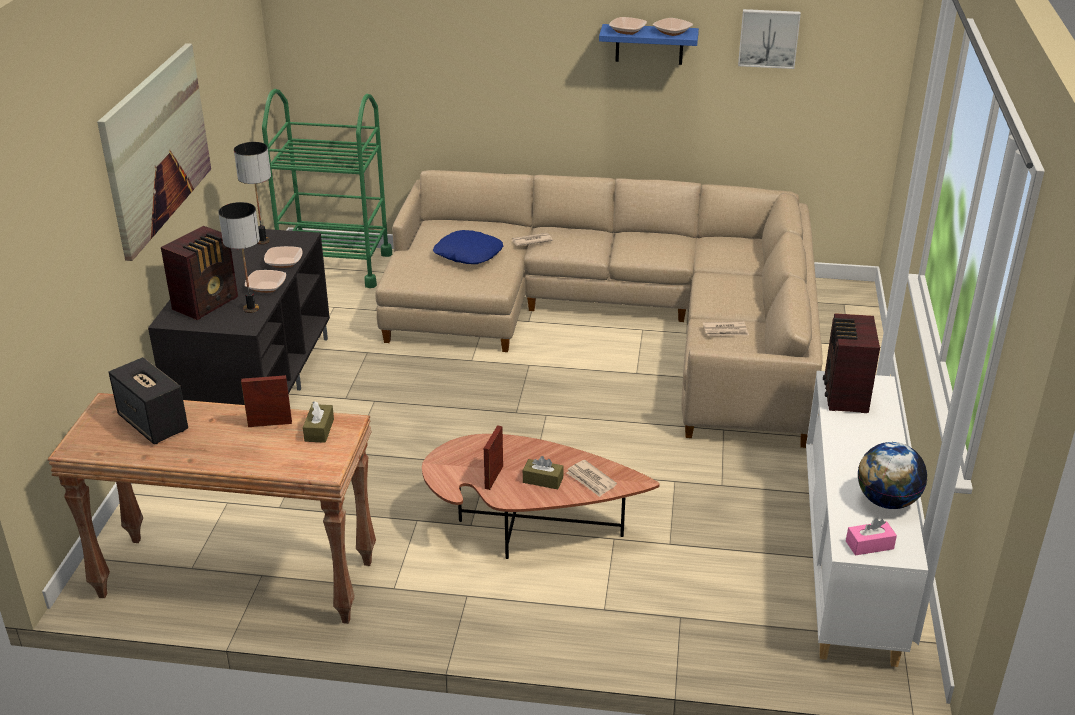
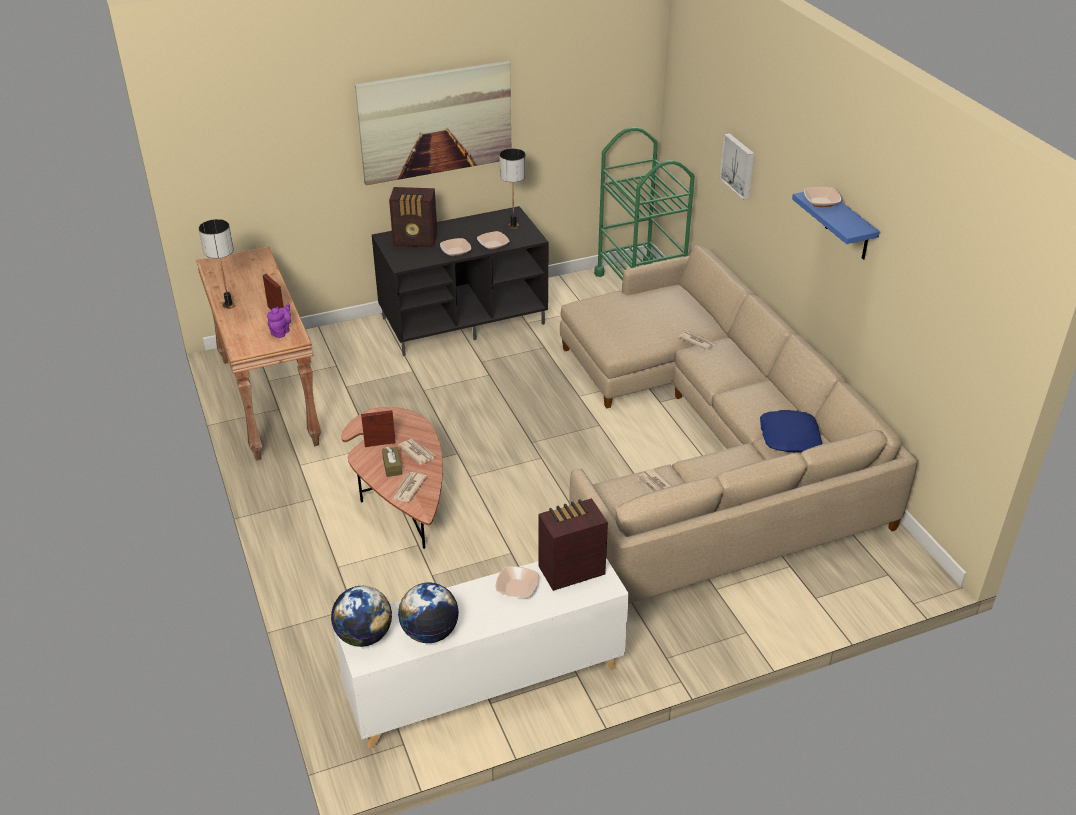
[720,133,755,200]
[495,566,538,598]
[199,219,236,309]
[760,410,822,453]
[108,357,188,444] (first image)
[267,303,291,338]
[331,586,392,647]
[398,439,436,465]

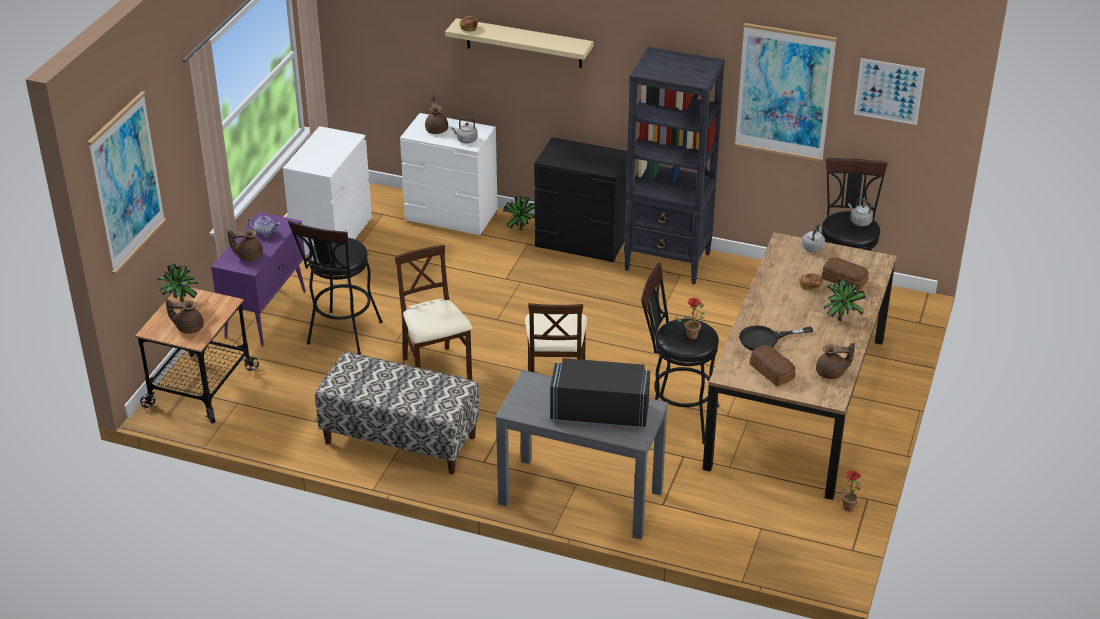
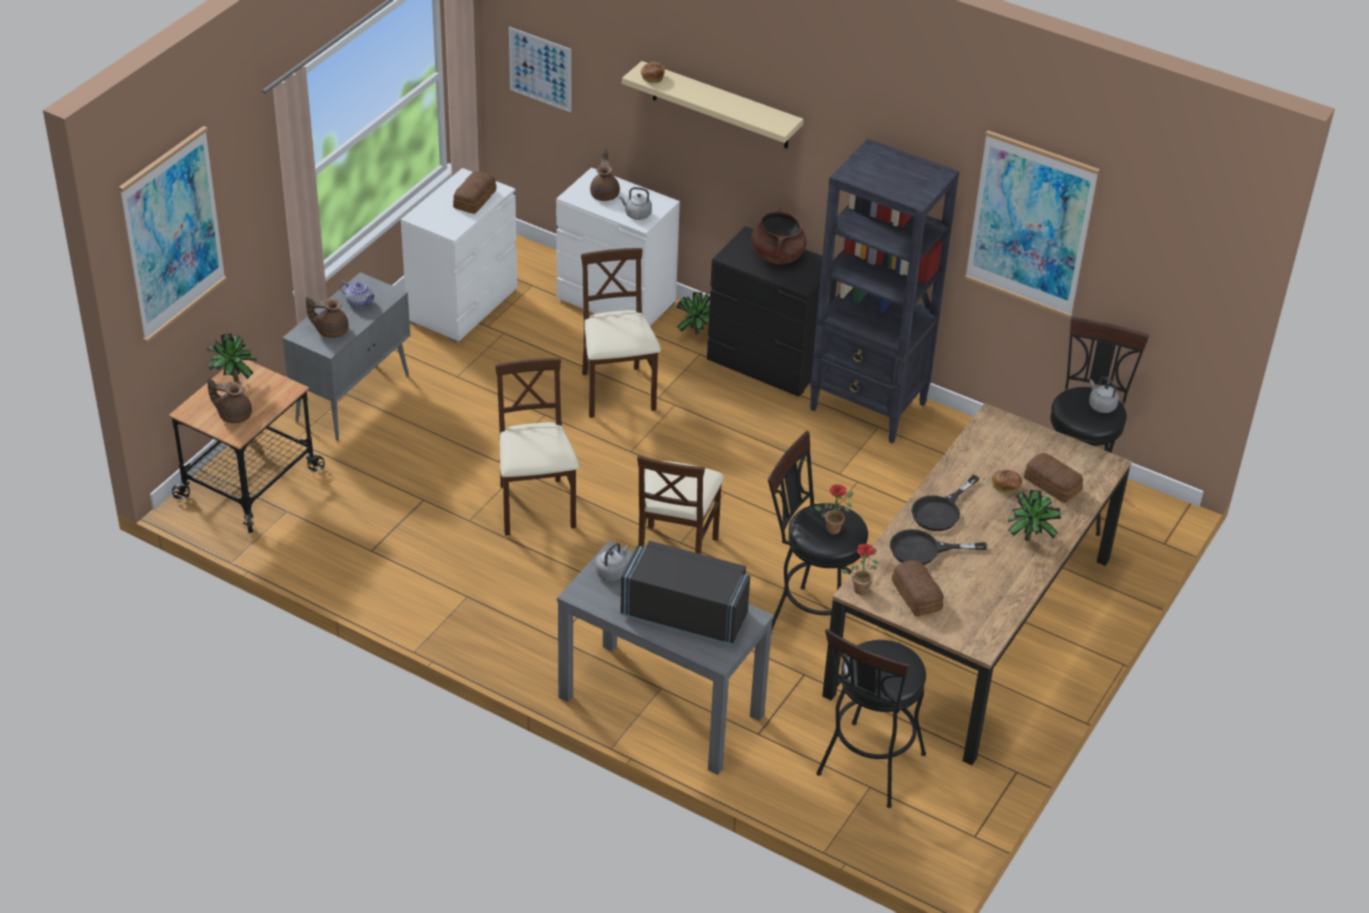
[509,27,571,112]
[282,272,410,441]
[816,629,926,808]
[595,543,629,581]
[816,343,855,379] (first image)
[315,352,479,474] (first image)
[842,544,878,595]
[453,172,497,214]
[751,207,807,264]
[581,248,661,418]
[911,475,980,531]

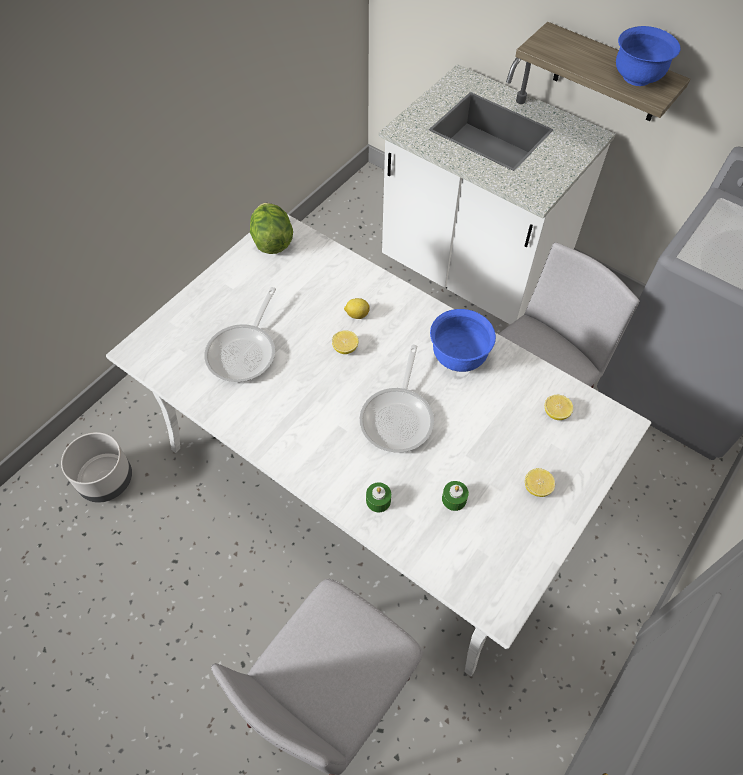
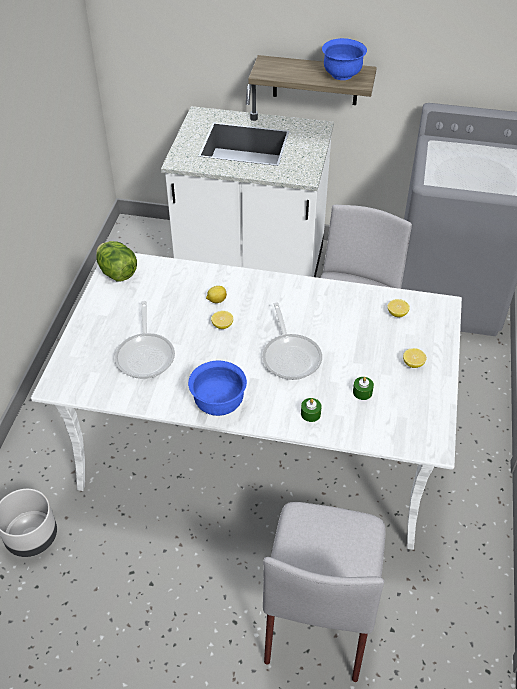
[188,361,247,416]

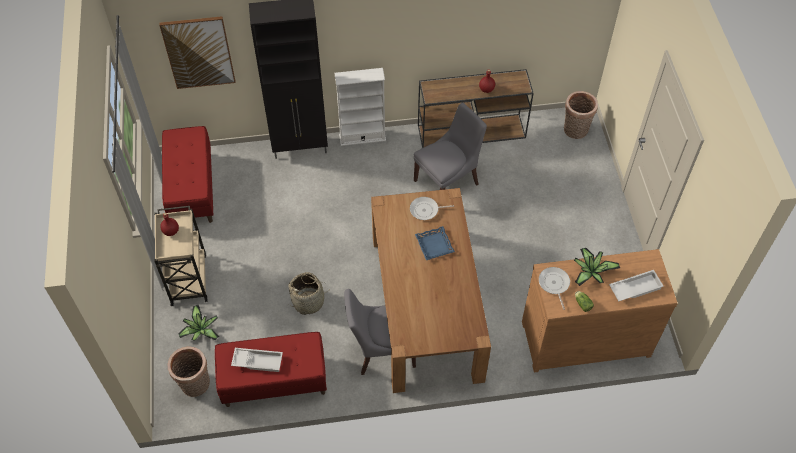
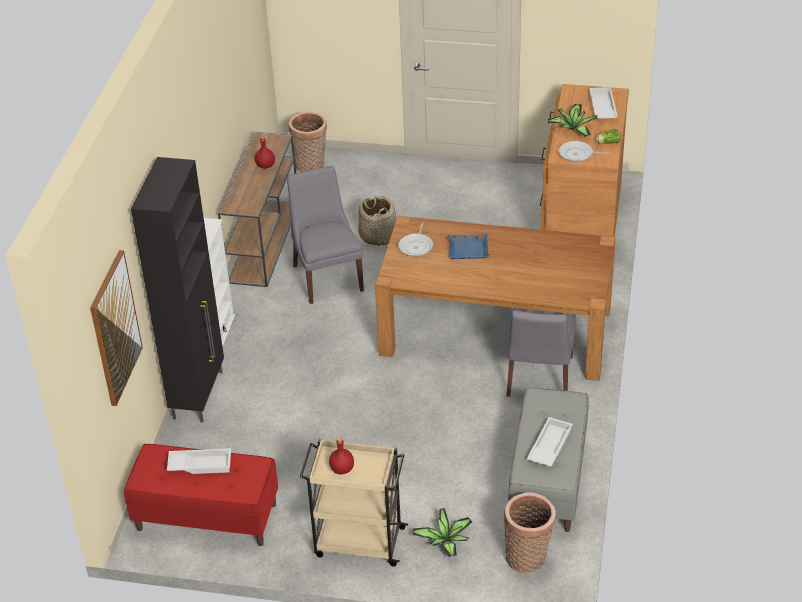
[358,196,396,246]
[508,387,589,532]
[167,448,231,474]

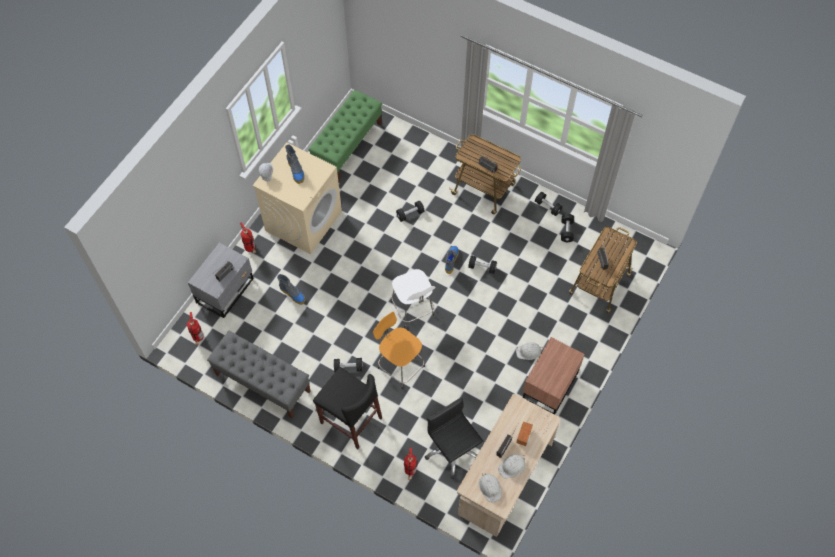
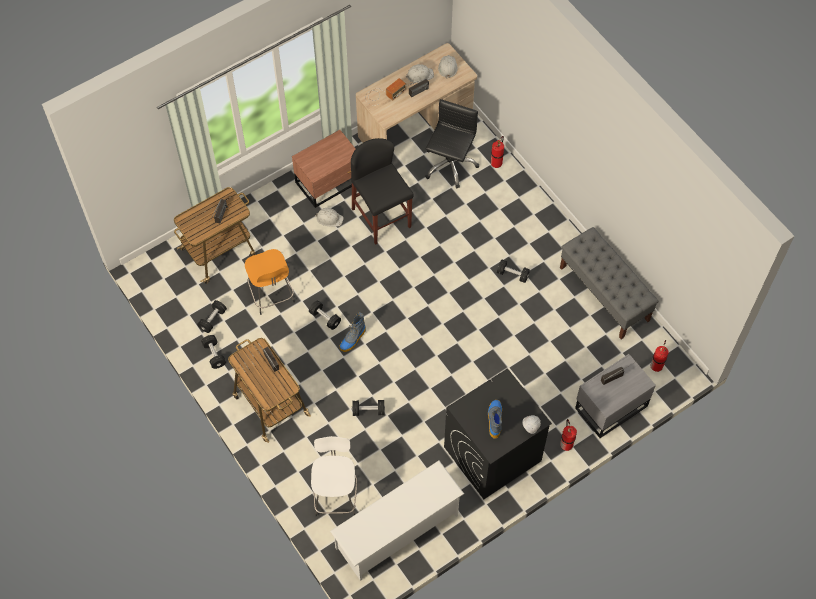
[330,461,464,581]
[444,368,552,499]
[311,436,357,517]
[277,274,305,305] (first image)
[245,249,295,315]
[351,138,414,245]
[425,99,479,189]

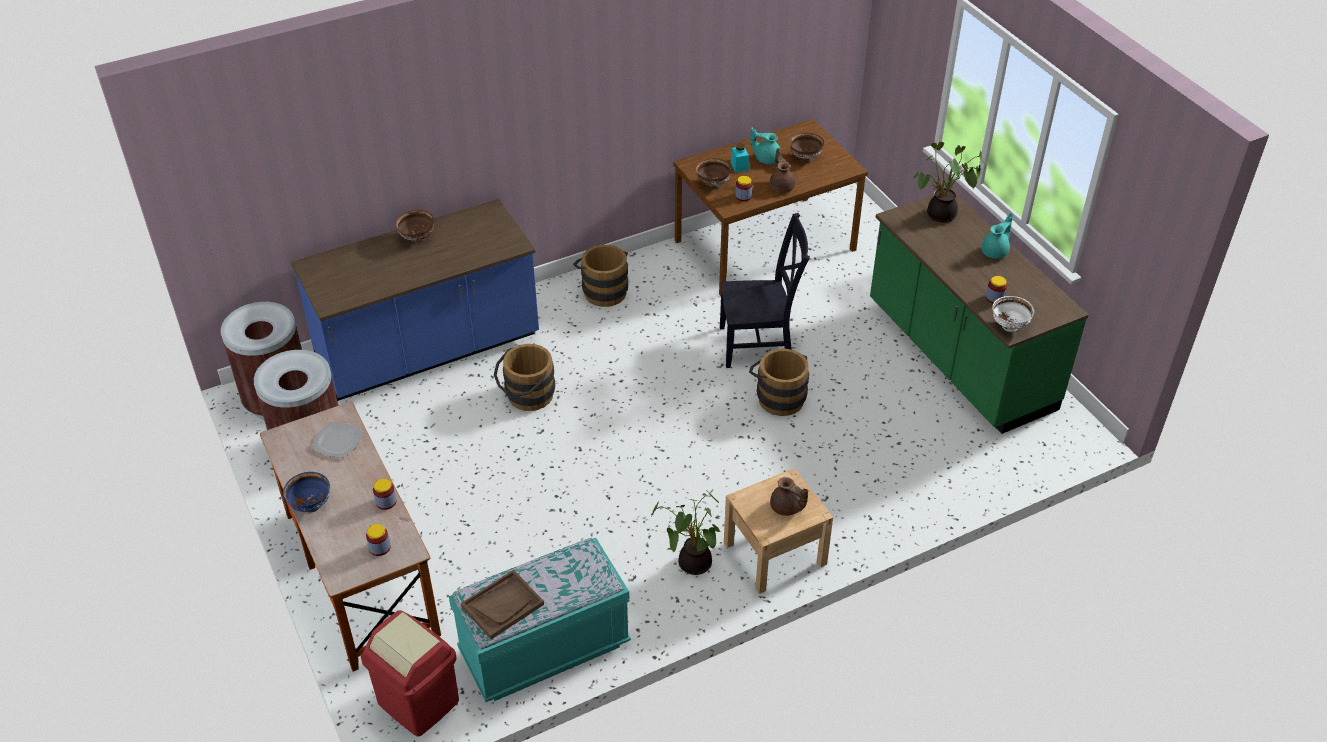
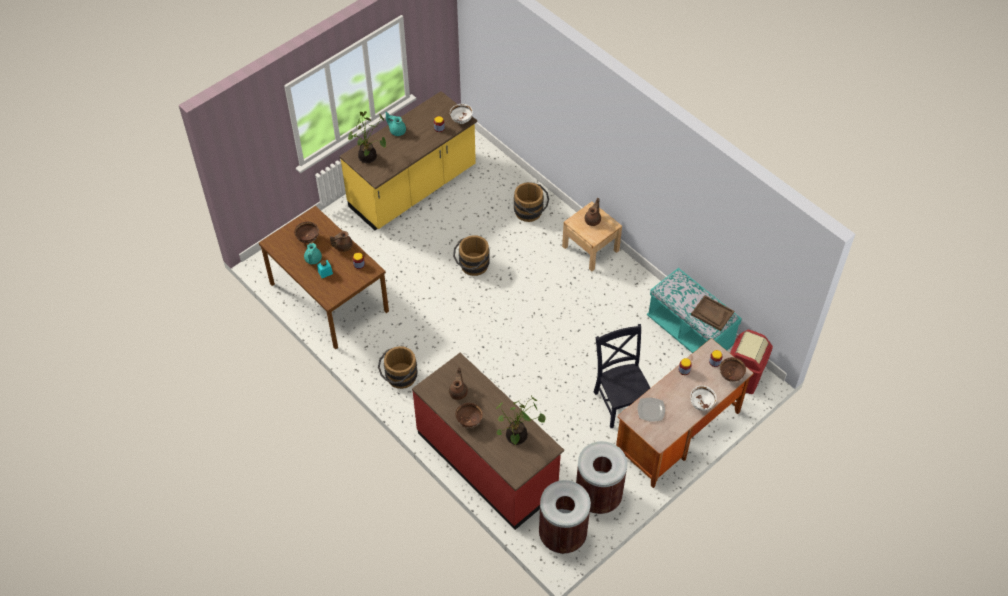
[720,357,746,382]
[340,91,477,230]
[412,353,564,530]
[594,324,650,428]
[514,182,549,222]
[690,386,717,411]
[496,396,546,445]
[449,367,468,400]

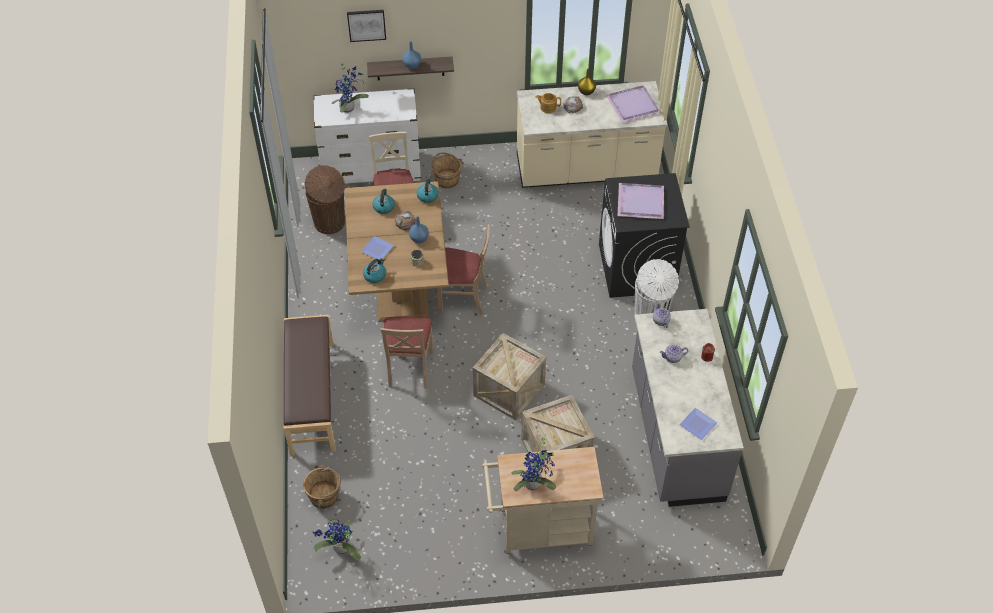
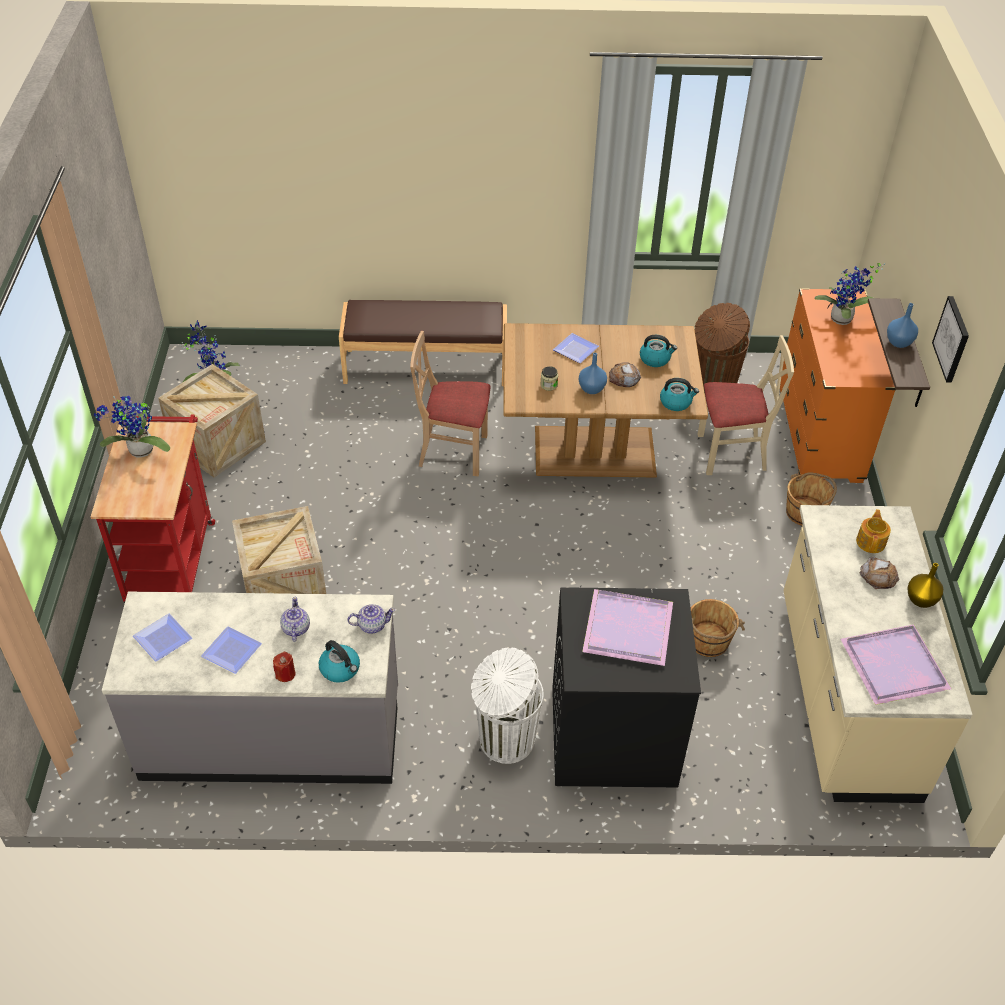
[932,296,969,383]
[780,288,896,483]
[437,224,490,315] (first image)
[319,640,360,683]
[158,364,266,477]
[91,414,215,603]
[691,599,745,657]
[201,627,262,674]

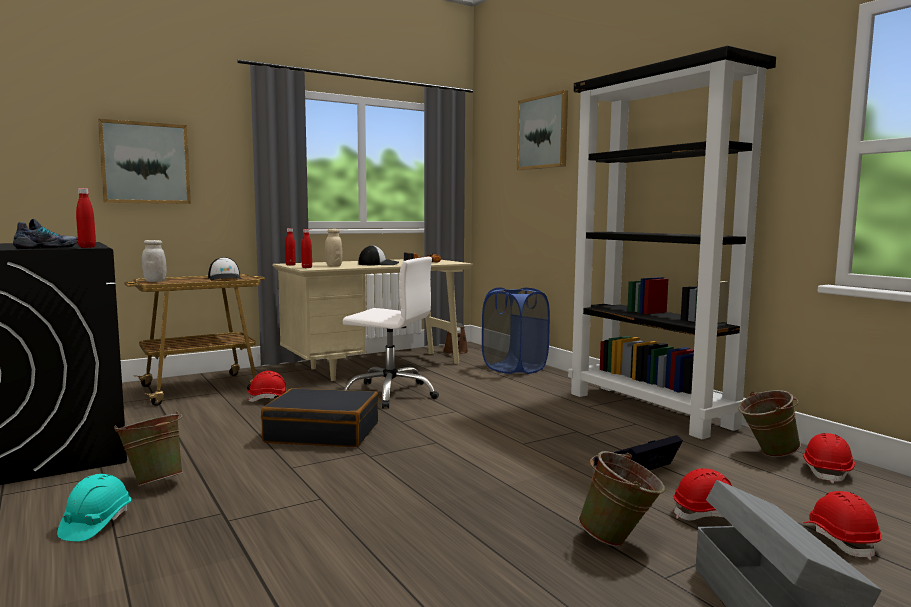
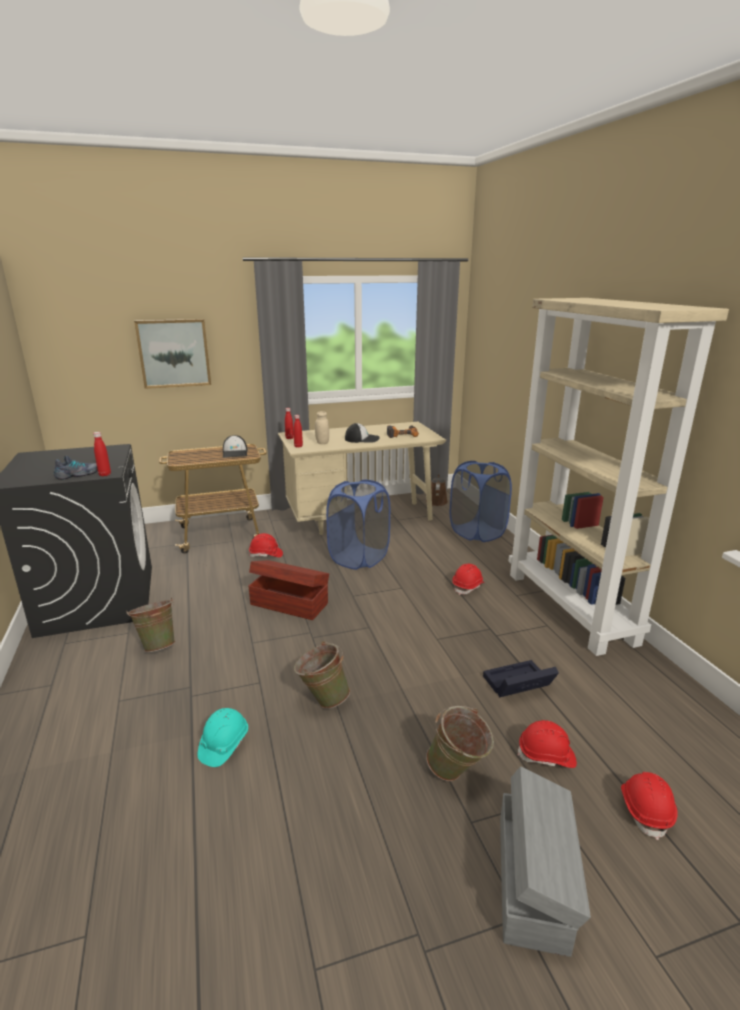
[508,298,729,656]
[517,90,568,170] (first image)
[142,240,167,282] (first image)
[326,480,390,570]
[249,560,329,620]
[294,641,350,709]
[452,564,485,595]
[197,708,248,767]

